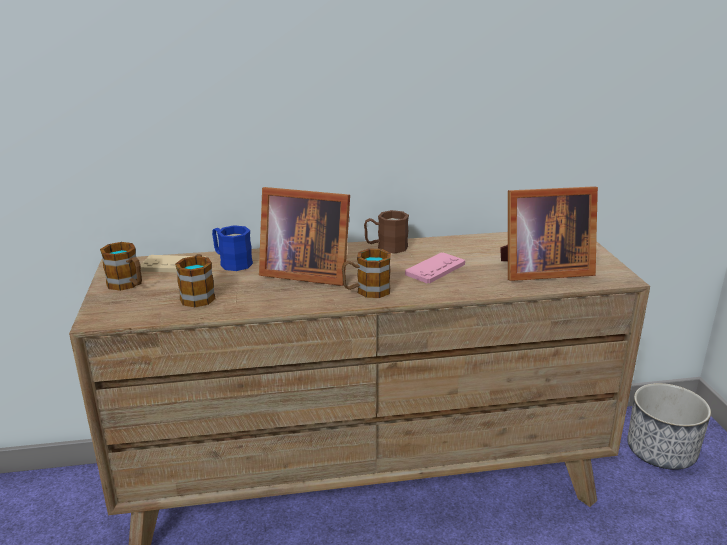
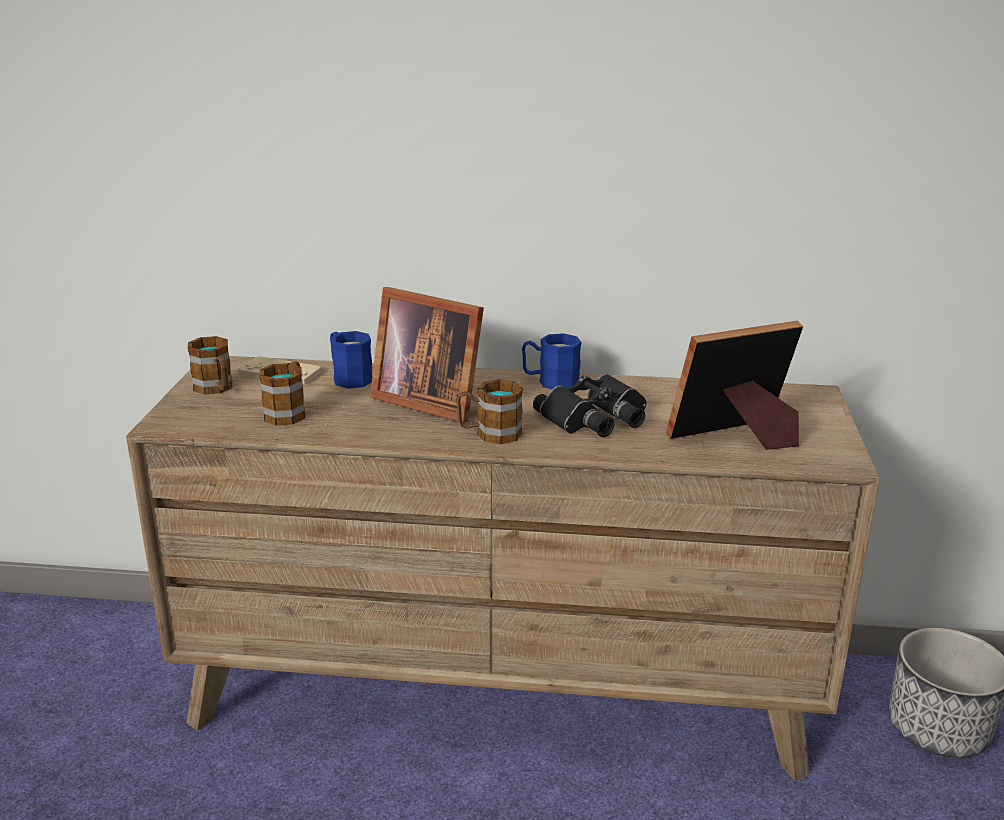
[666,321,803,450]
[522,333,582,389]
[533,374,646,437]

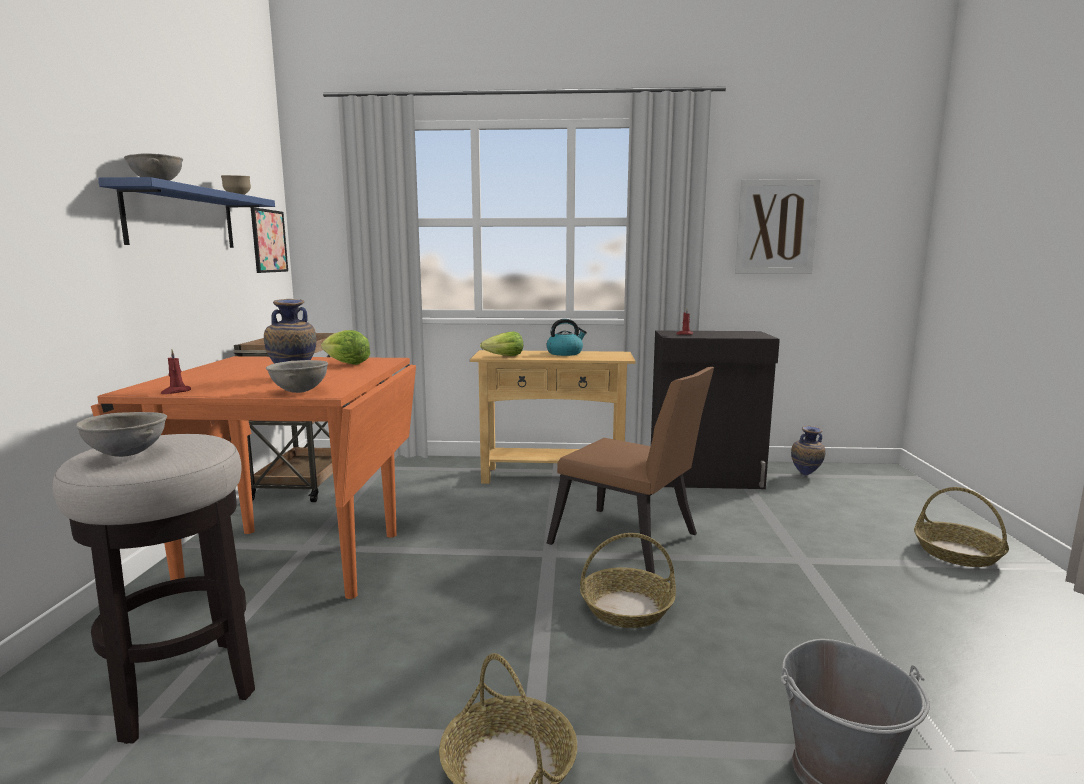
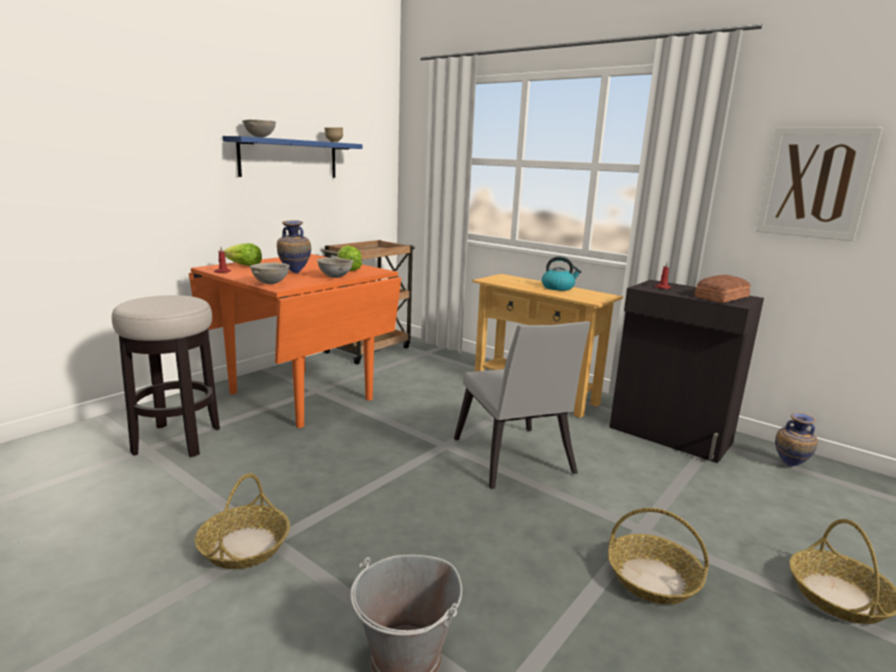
[251,207,288,273] (first image)
[223,243,262,266]
[454,321,590,489]
[317,257,353,278]
[608,508,709,605]
[695,275,751,303]

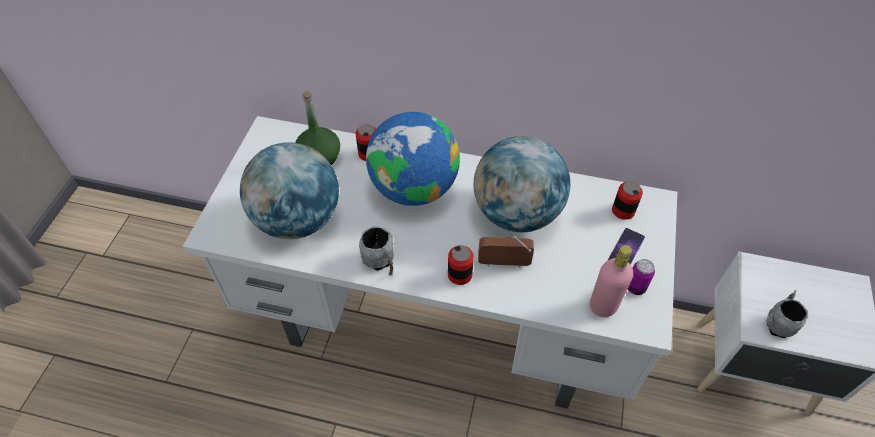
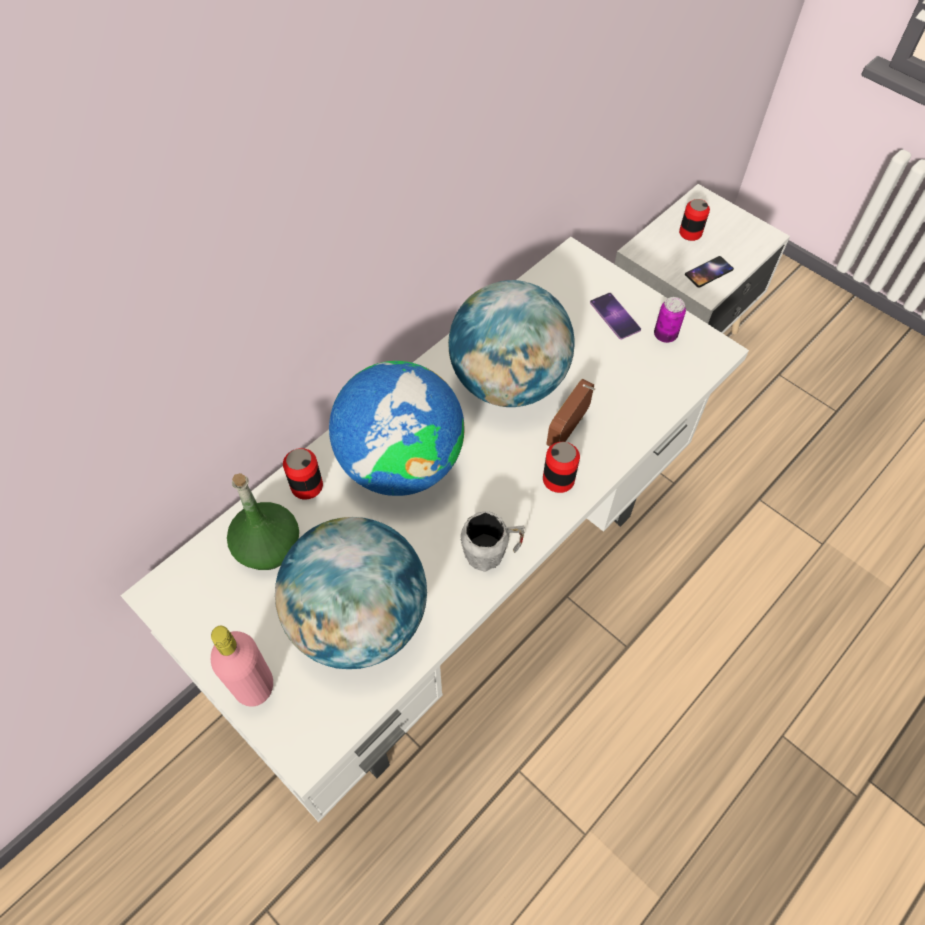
[679,199,710,241]
[211,626,273,707]
[685,256,734,288]

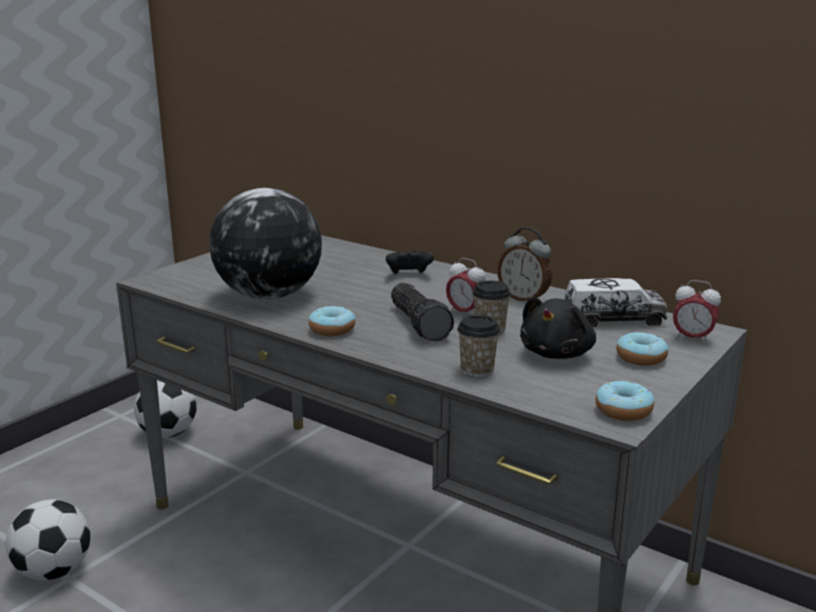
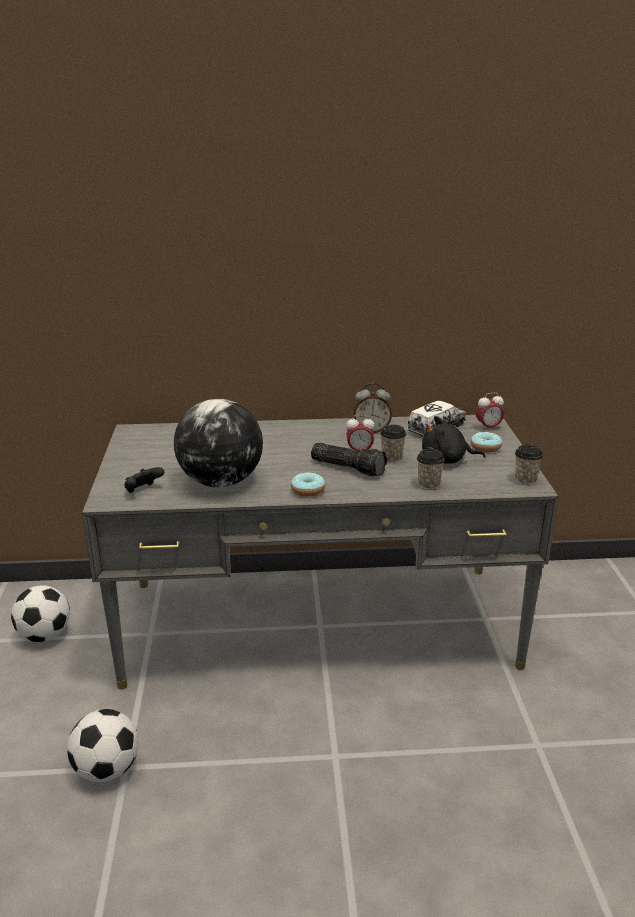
[124,467,164,493]
[422,416,486,464]
[515,444,543,485]

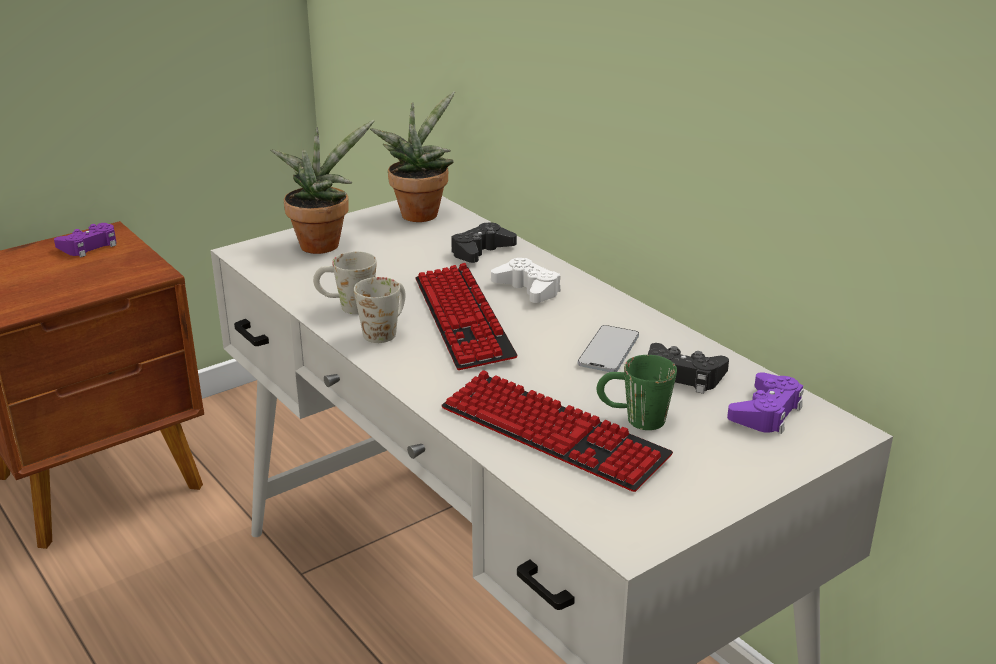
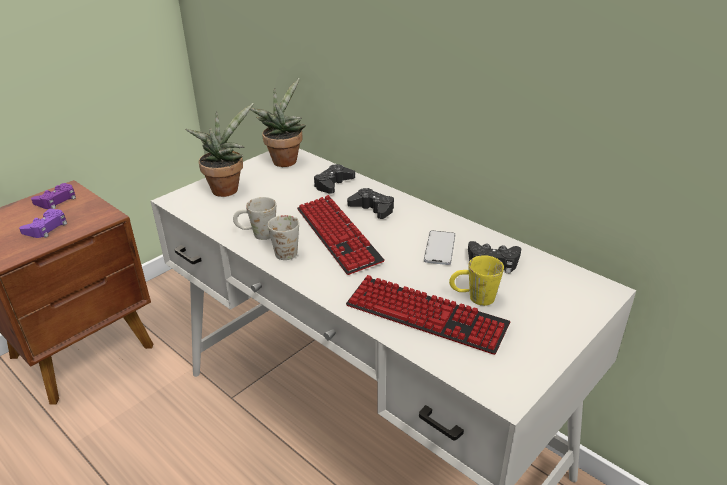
[347,188,394,219]
[449,255,504,306]
[19,209,67,238]

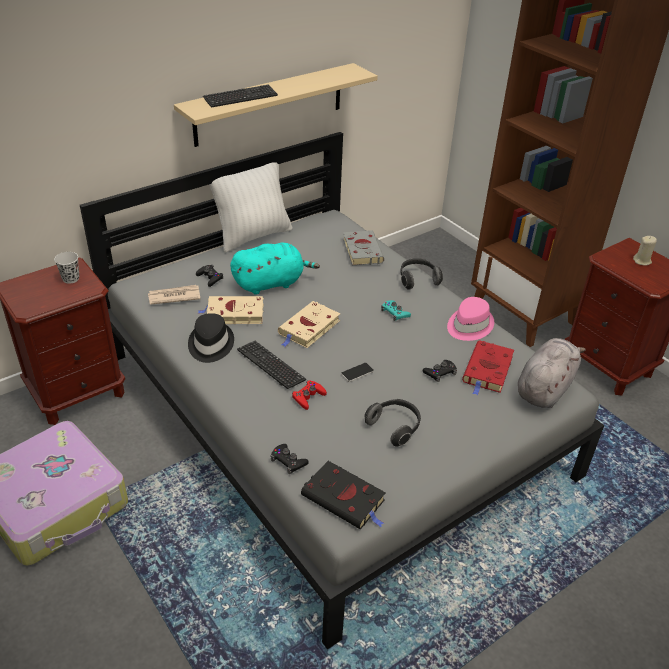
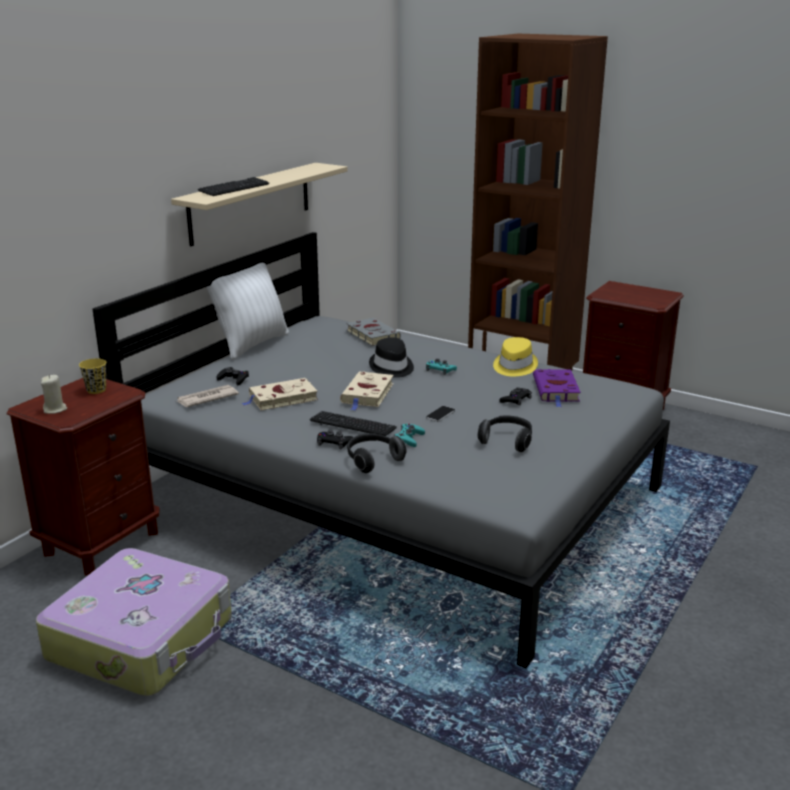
[41,375,67,414]
[230,243,320,295] (first image)
[79,359,106,394]
[347,433,407,473]
[493,337,538,377]
[369,337,414,378]
[518,338,585,408] (first image)
[533,369,581,407]
[394,424,425,447]
[317,430,353,449]
[301,461,386,529] (first image)

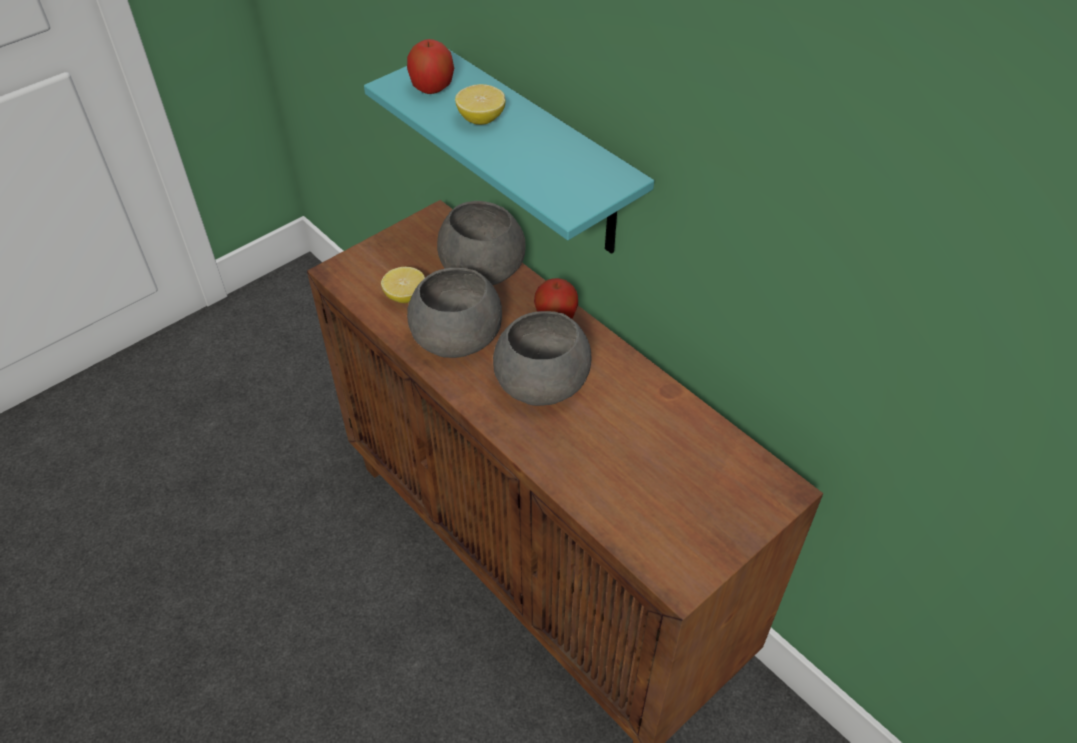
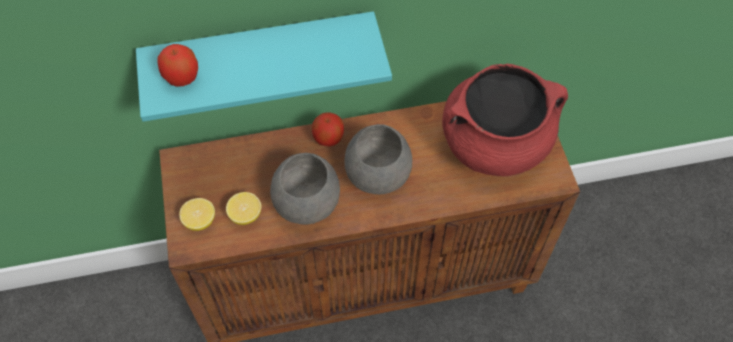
[179,198,215,231]
[437,201,525,285] (first image)
[442,64,568,176]

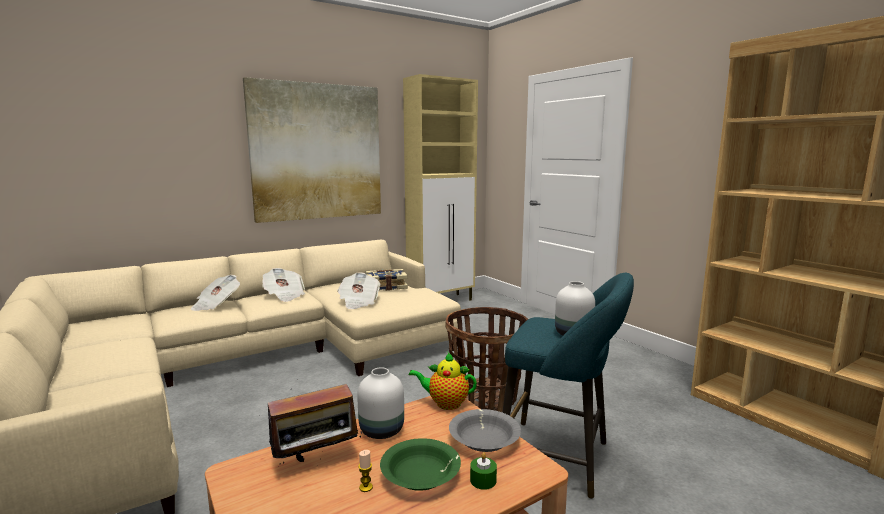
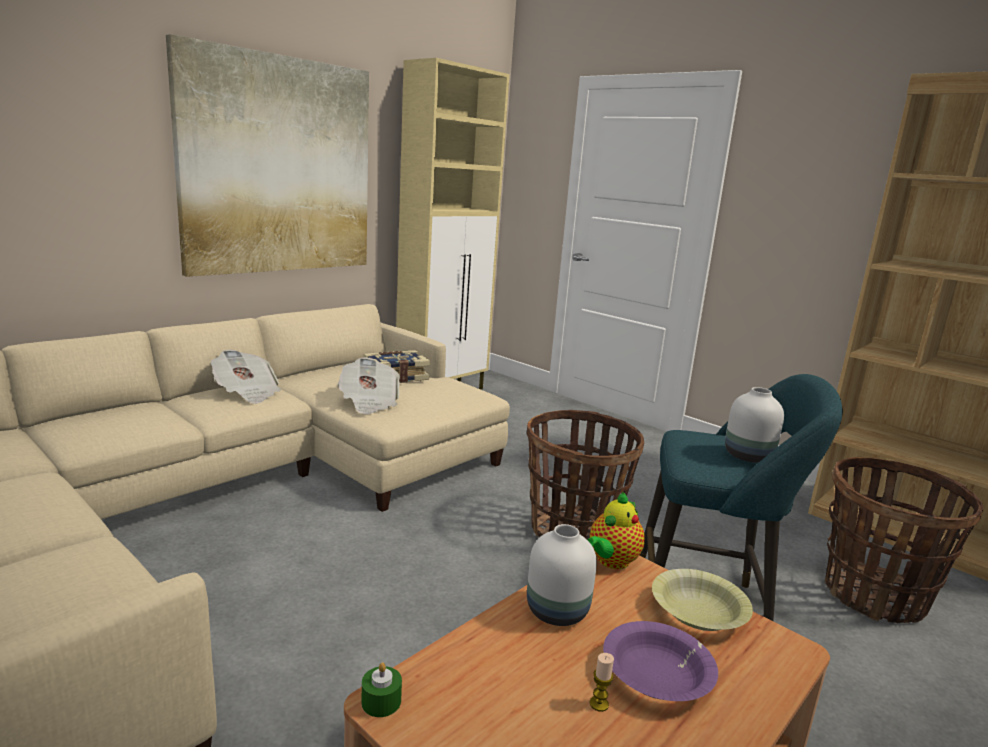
[191,275,240,311] (first image)
[587,491,645,569]
[259,384,363,467] (first image)
[652,569,753,631]
[603,621,718,701]
[361,662,402,717]
[825,457,983,623]

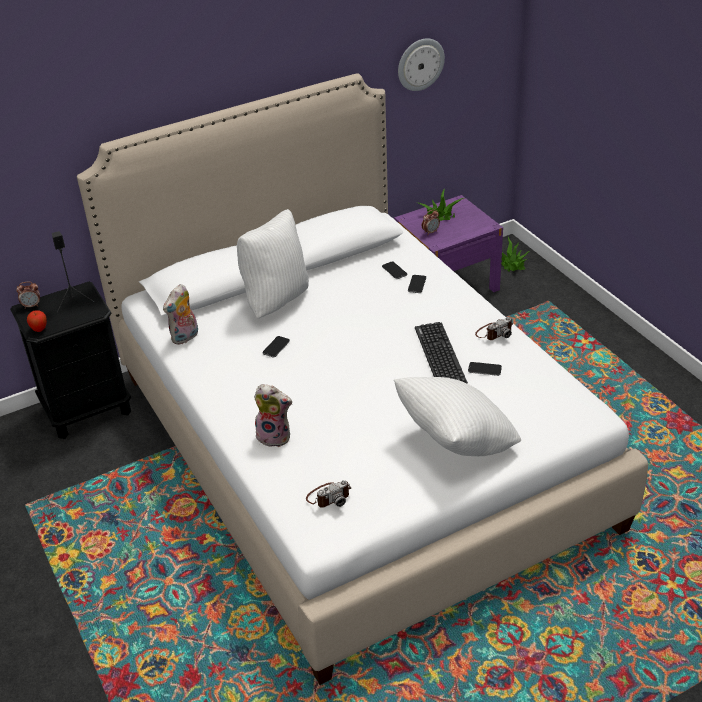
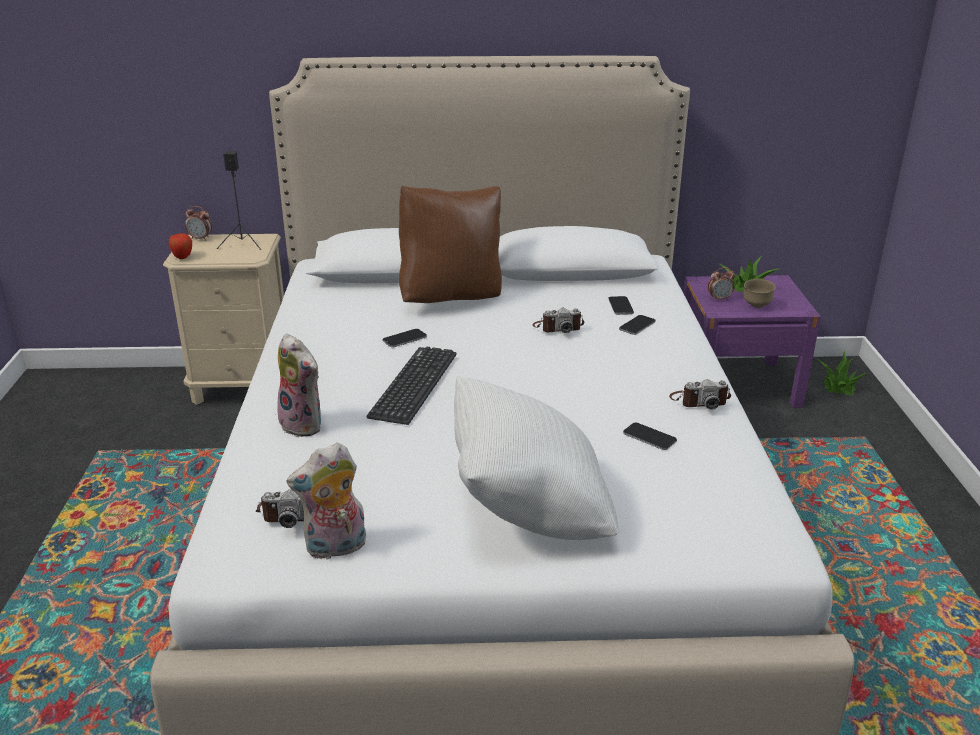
[398,38,445,91] (first image)
[399,186,502,303]
[163,234,284,405]
[286,443,366,560]
[367,346,456,425]
[743,279,775,308]
[532,308,584,333]

